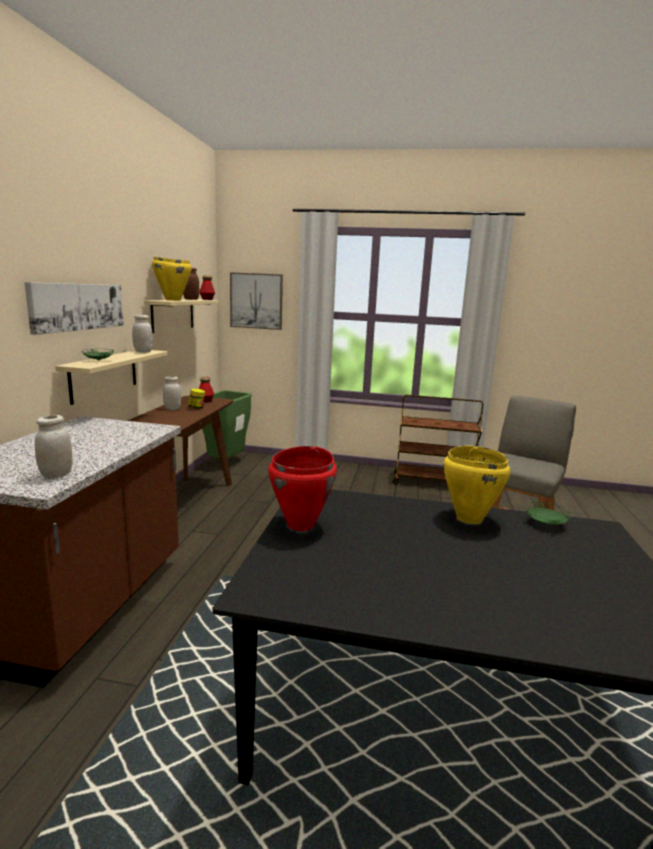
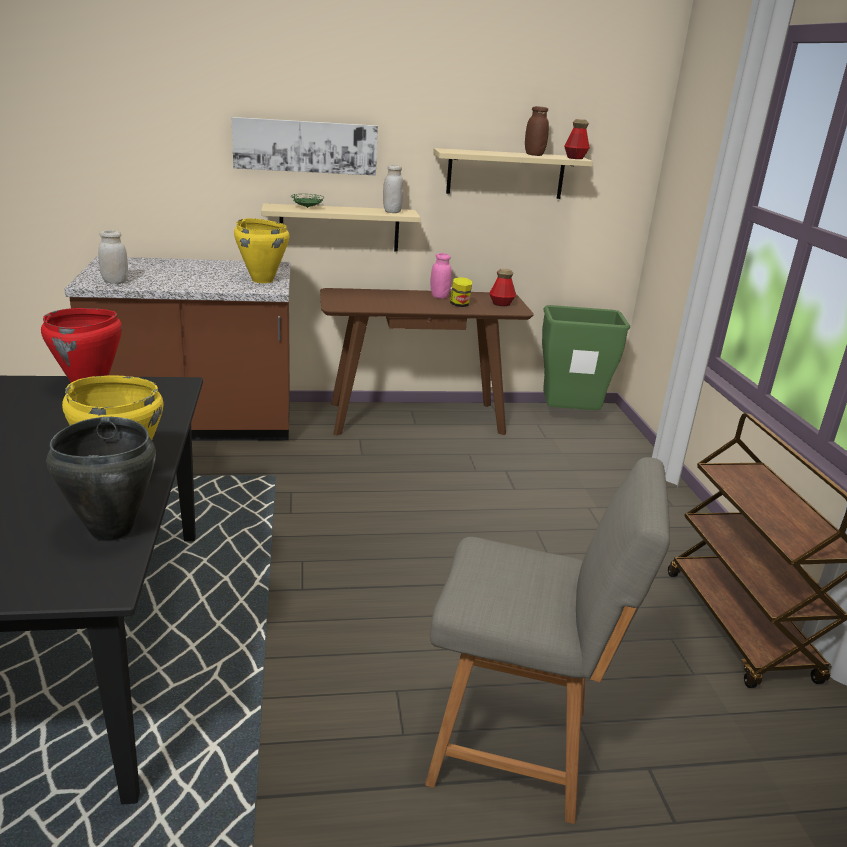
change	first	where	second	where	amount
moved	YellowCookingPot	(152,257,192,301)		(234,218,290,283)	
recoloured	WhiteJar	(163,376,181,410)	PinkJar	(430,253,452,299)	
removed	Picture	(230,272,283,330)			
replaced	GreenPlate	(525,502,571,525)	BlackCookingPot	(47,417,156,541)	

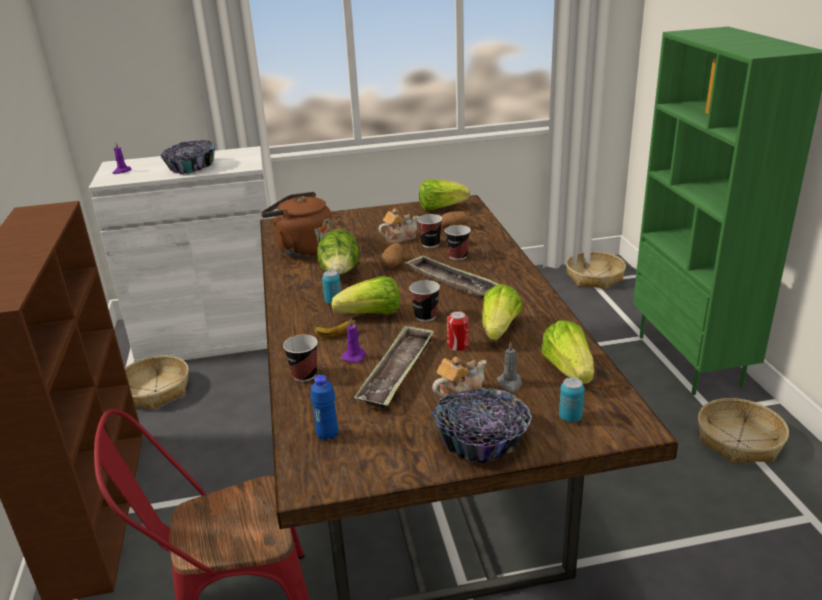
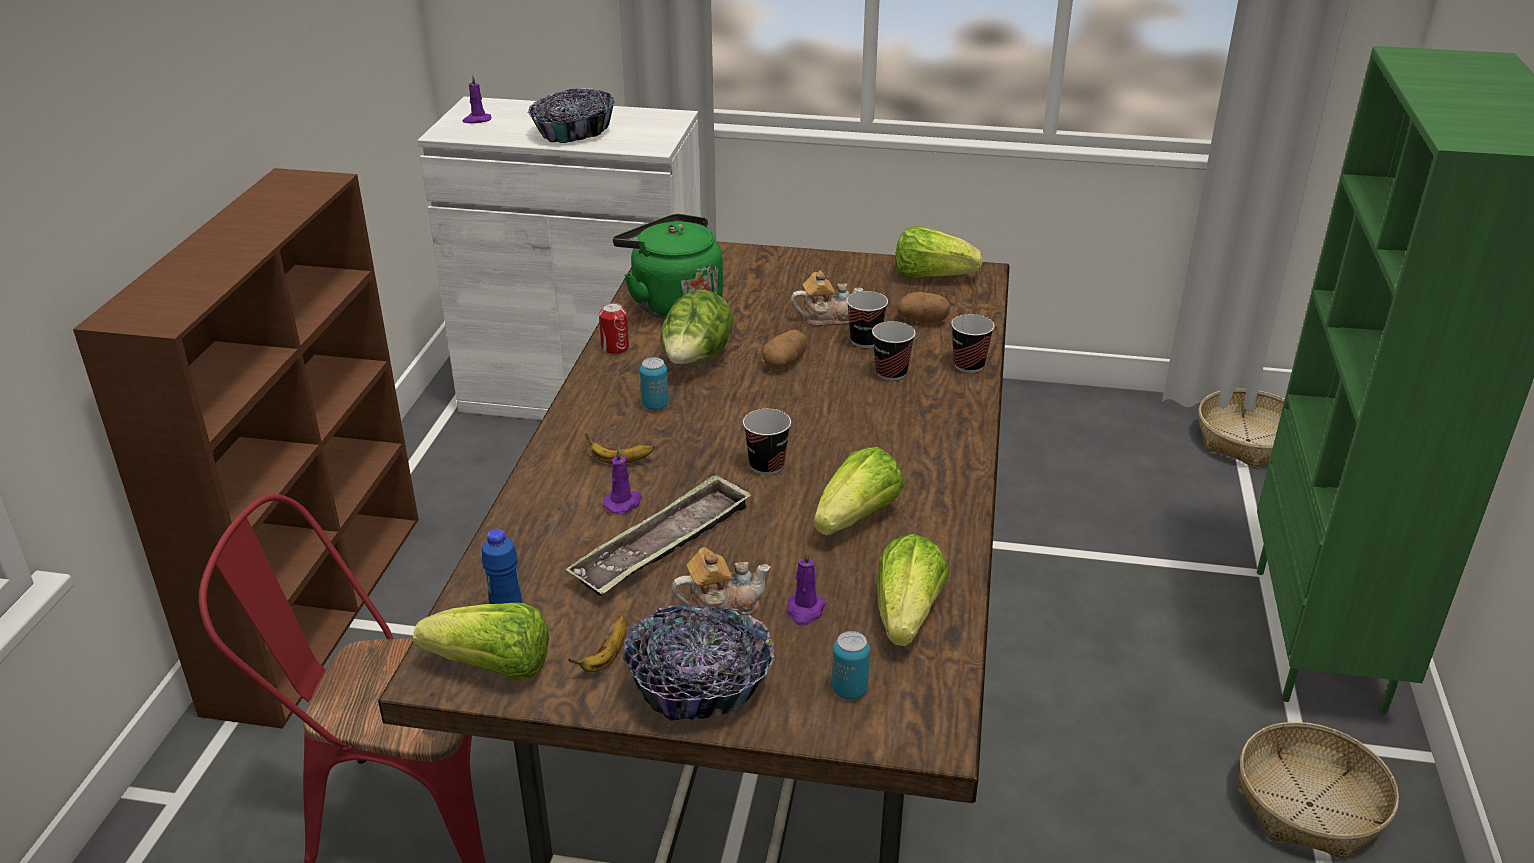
change	first	where	second	where	amount
removed	Basket	(125,355,189,410)			
recoloured	BrownKettle	(261,192,333,257)	GreenKettle	(613,214,723,319)	
moved	Cup	(283,335,318,382)		(951,314,995,373)	
moved	Lettuce	(331,276,400,315)		(413,603,549,679)	
removed	Tray	(404,255,500,298)			
moved	Can	(447,311,469,351)		(599,303,629,355)	
recoloured	GreyCandle	(496,342,522,392)	PurpleCandle	(786,549,826,626)	
added			Banana	(568,615,626,672)	

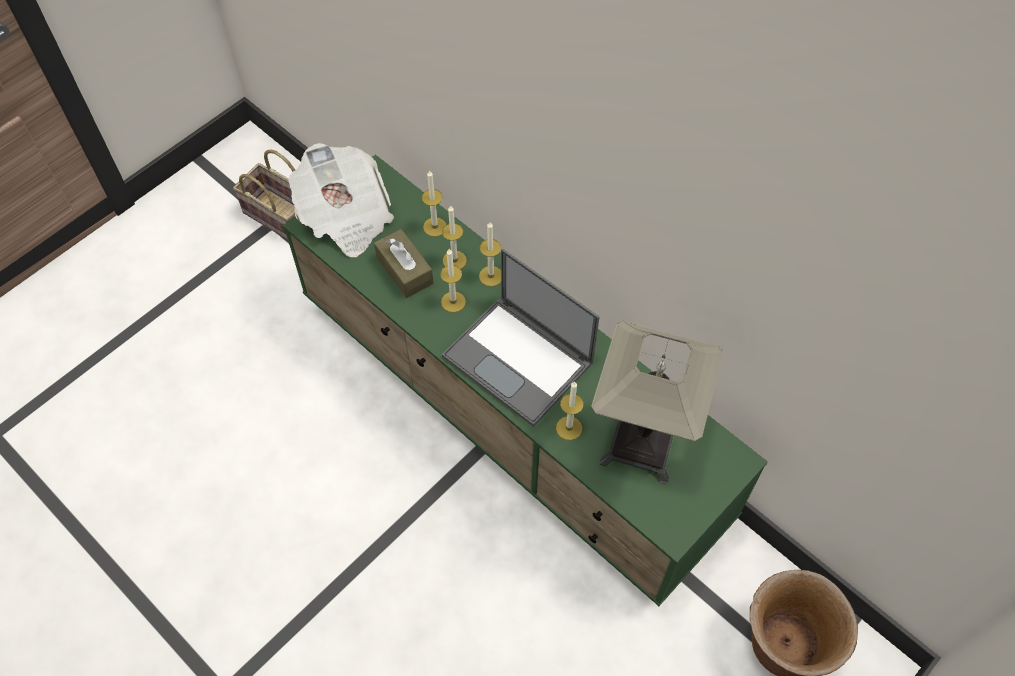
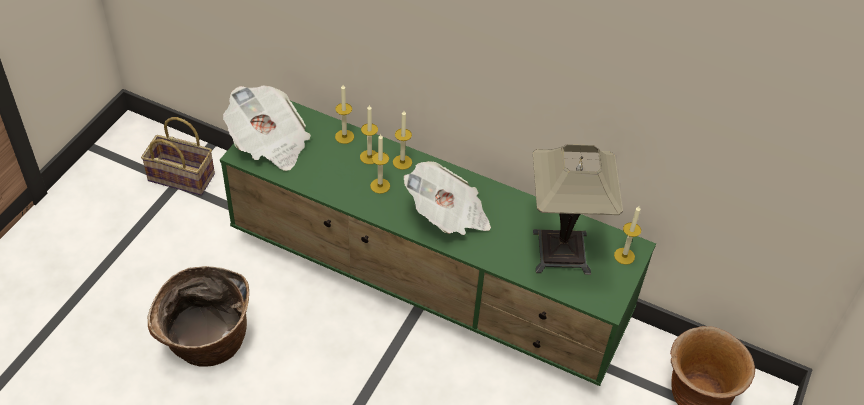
change	first	where	second	where	amount
removed	BrownTissueBox	(374,229,433,298)			
replaced	Laptop	(442,248,600,427)	Newspaper	(404,161,491,235)	
moved	Candle	(556,381,584,440)		(614,206,641,265)	
added			Basket	(147,266,249,367)	

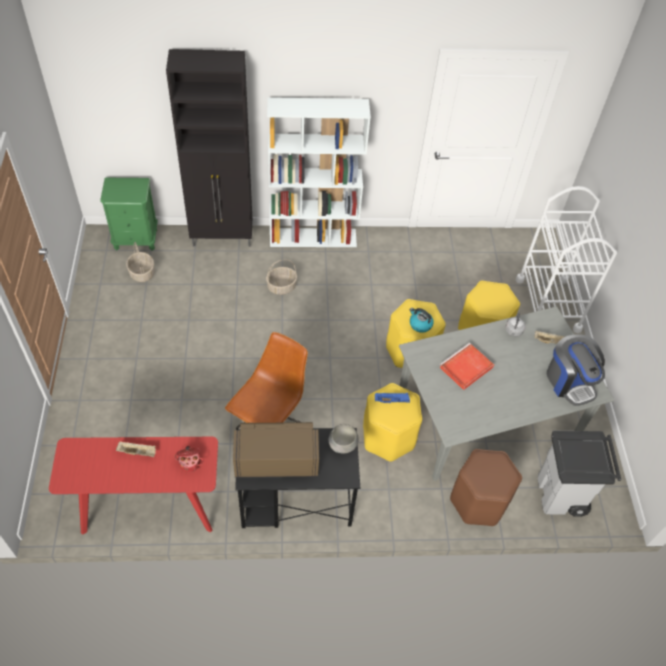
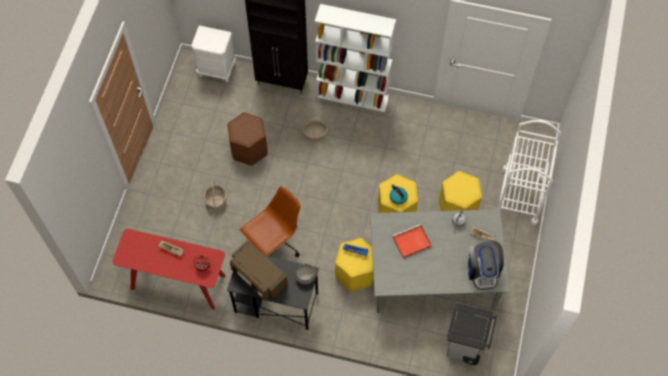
change	first	where	second	where	amount
recoloured	GreenNightstand	(100,178,158,251)	WhiteNightstand	(191,25,236,83)	
moved	Basket	(126,242,155,282)		(204,181,226,211)	
turned	BrownMicrowave	(233,422,319,478)		(230,240,288,301)	150 degrees counterclockwise
moved	BrownStool	(450,449,522,526)		(227,112,268,166)	

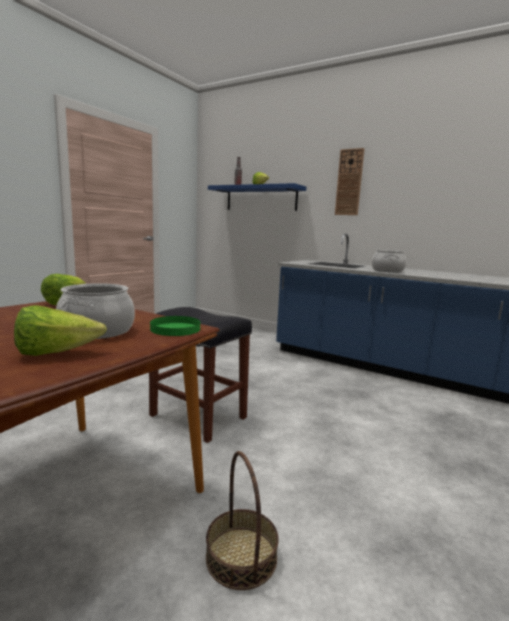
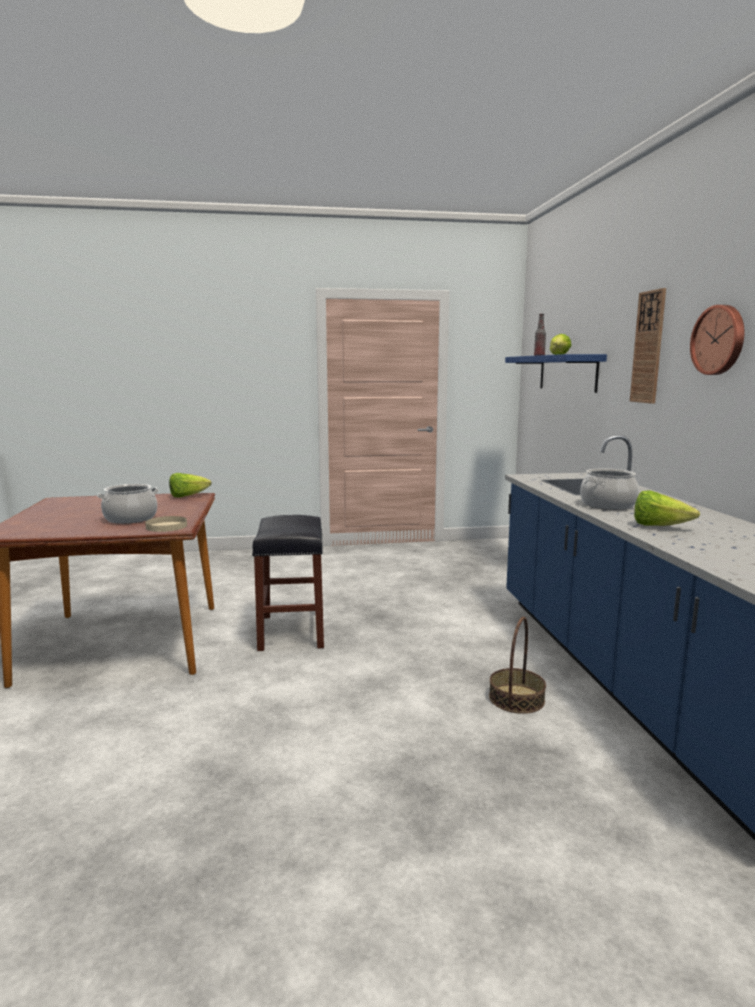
change	first	where	second	where	amount
moved	Lettuce	(14,305,107,356)		(634,490,700,526)	
recoloured	GreenPlate	(150,316,200,336)	BeigePlate	(145,516,187,532)	
moved	Basket	(206,451,279,590)		(489,617,546,714)	
added			WallClock	(690,305,744,375)	

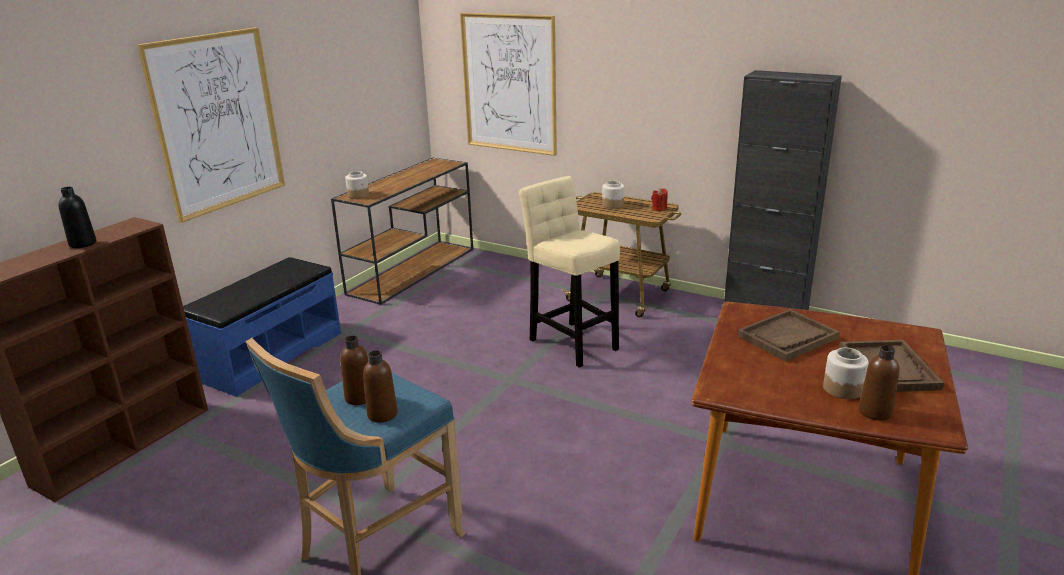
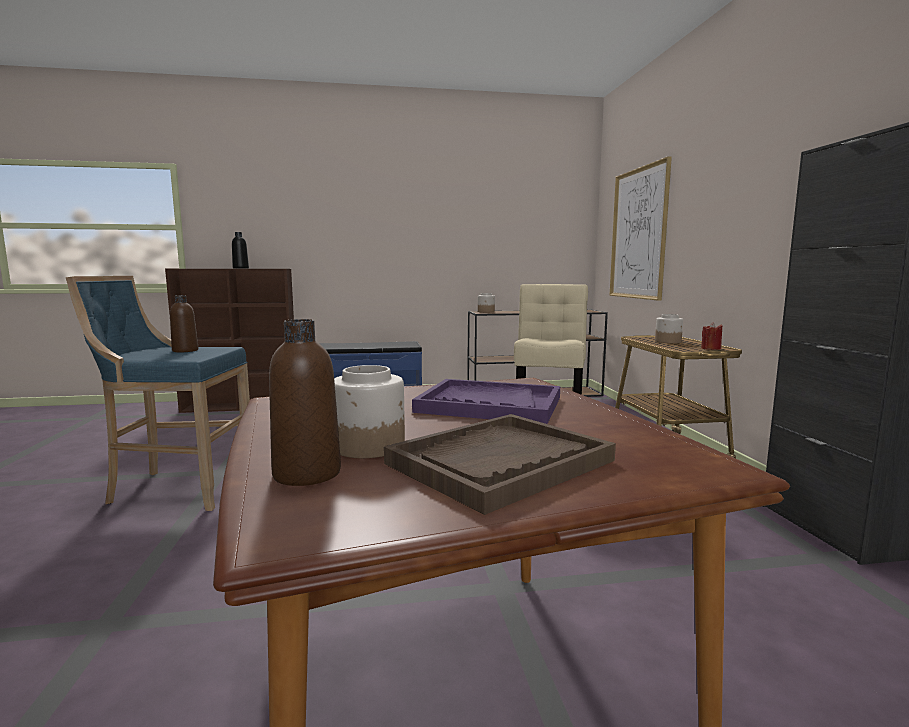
change	first	where	second	where	amount
removed	Picture	(137,27,285,223)			
removed	BrownBottle	(363,350,398,423)			
recoloured	BrownTray	(737,309,840,362)	PurpleTray	(412,379,560,424)	

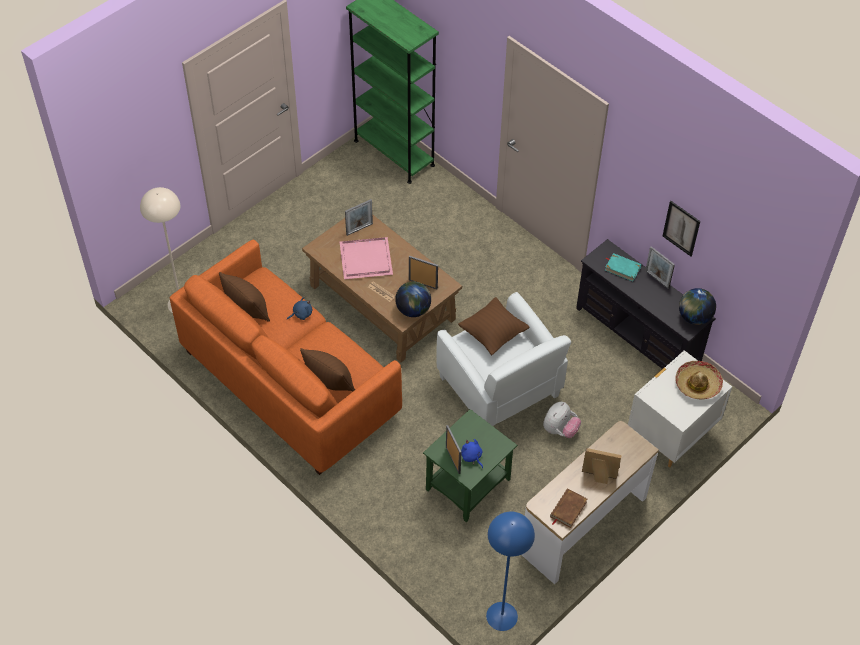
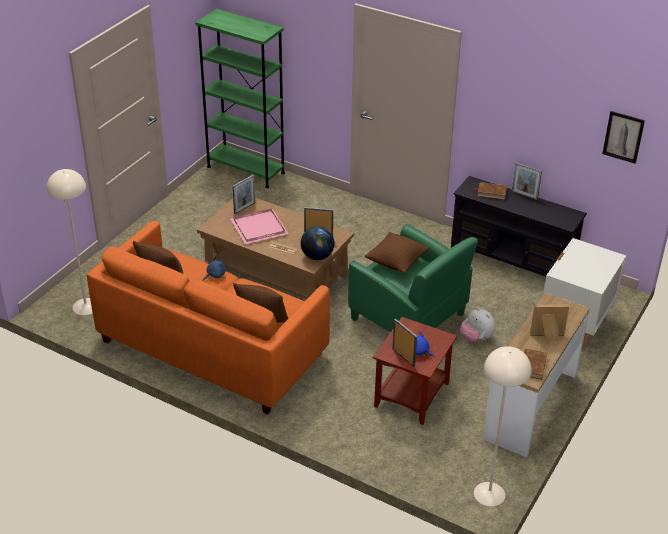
change	first	where	second	where	amount
recoloured	GreenSideTable	(423,409,517,522)	BrownSideTable	(373,317,457,425)	
recoloured	WhiteArmchair	(436,292,571,426)	GreenArmchair	(348,224,478,332)	
recoloured	BlueFloorLamp	(486,512,535,631)	BeigeFloorLamp	(474,346,532,506)	
turned	PlushToy	(543,402,581,438)		(460,307,496,342)	120 degrees clockwise
recoloured	TurquoiseBook	(605,253,642,282)	BrownBook	(474,182,507,200)	
moved	Picture	(663,201,700,256)		(602,111,645,164)	
removed	Hat	(676,361,723,400)			
removed	Globe	(679,288,716,325)			

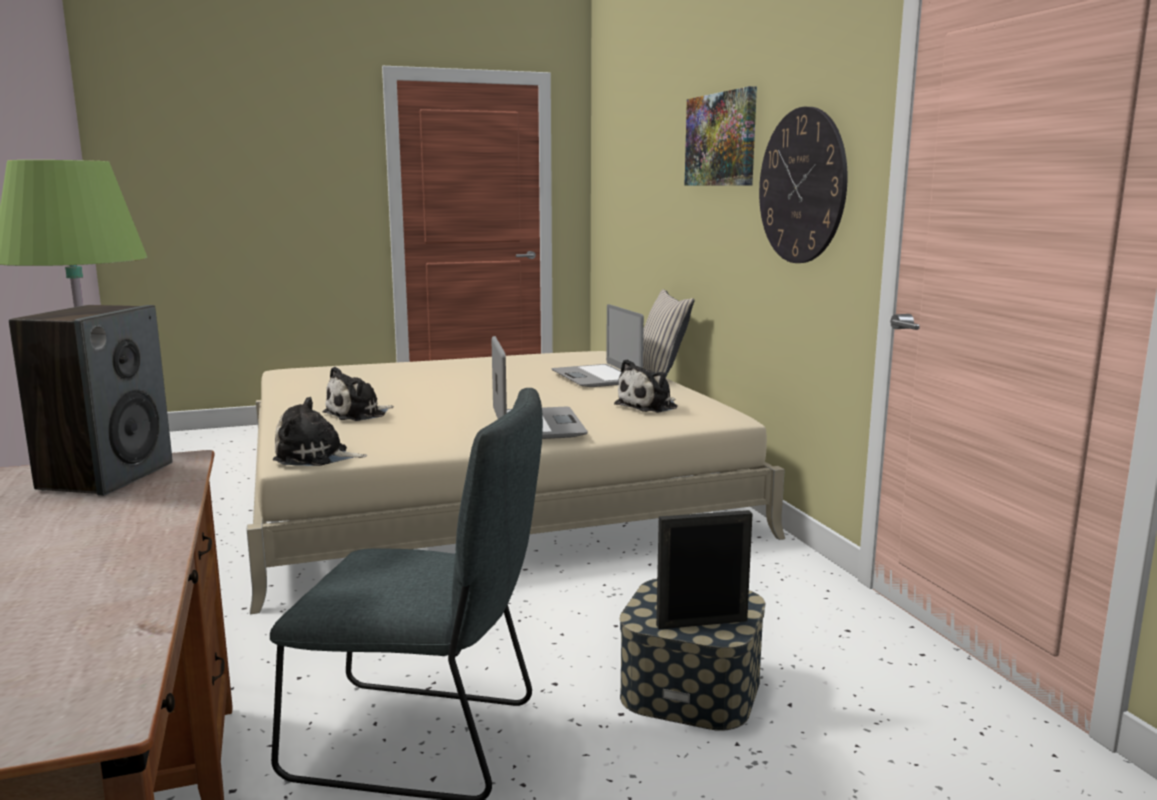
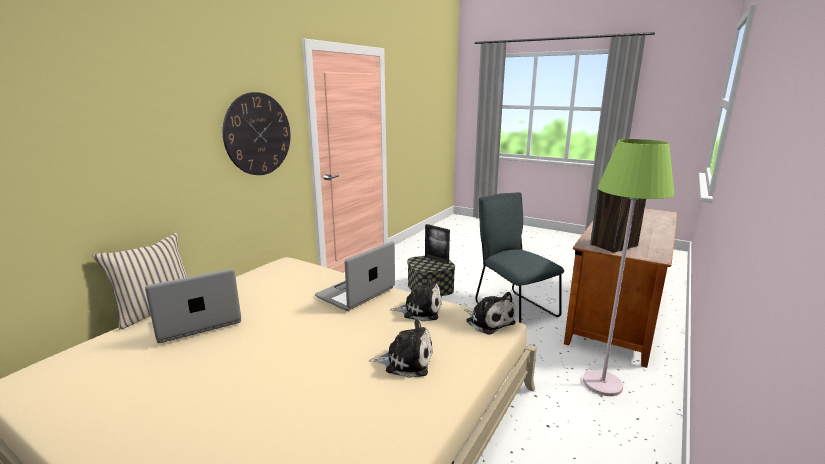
change	first	where	second	where	amount
turned	Laptop	(552,304,644,387)		(145,269,241,343)	150 degrees counterclockwise
moved	PlushToy	(614,359,678,413)		(390,277,442,321)	
removed	Picture	(684,86,757,186)			

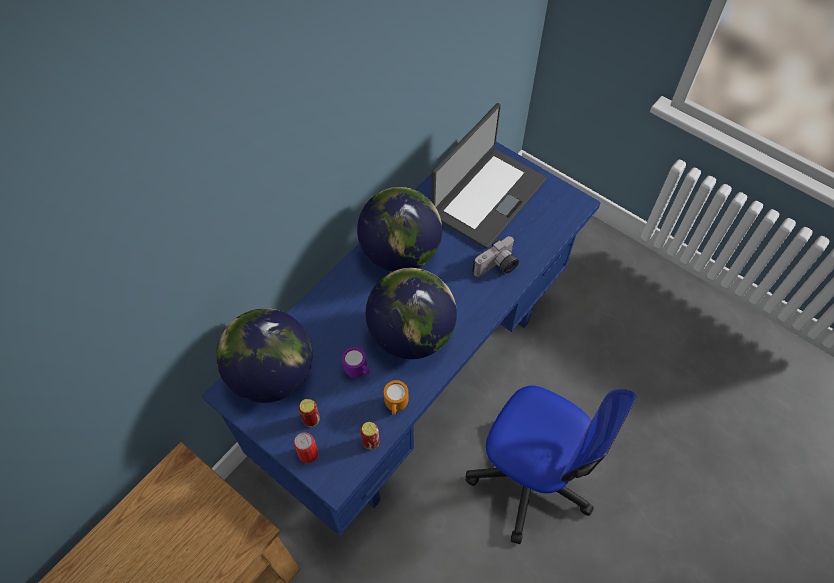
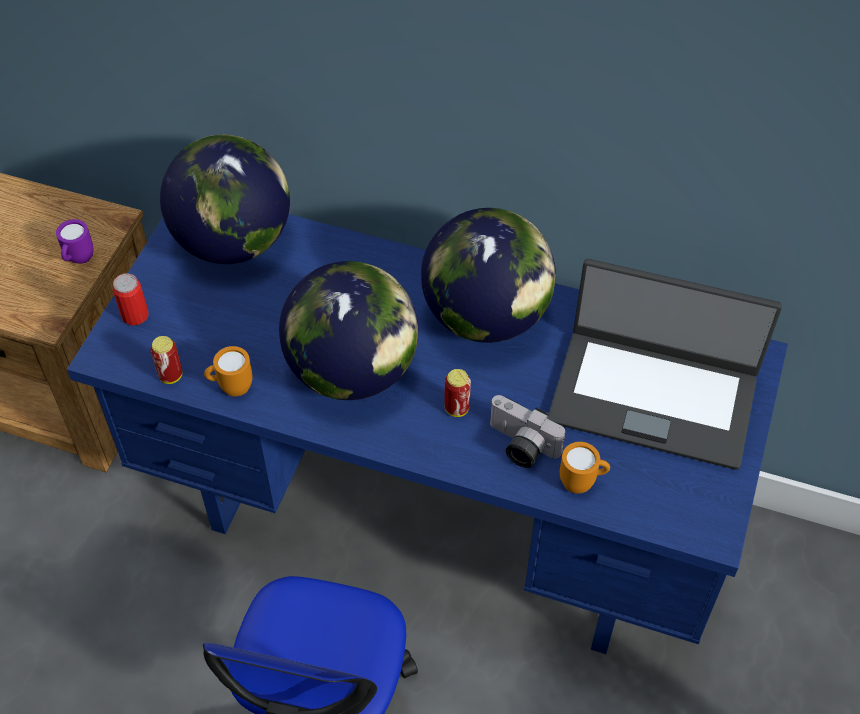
change	first	where	second	where	amount
moved	Can	(298,399,320,427)		(444,369,471,417)	
moved	PurpleMug	(342,347,370,378)		(56,219,93,264)	
added			OrangeMug	(560,442,610,493)	

